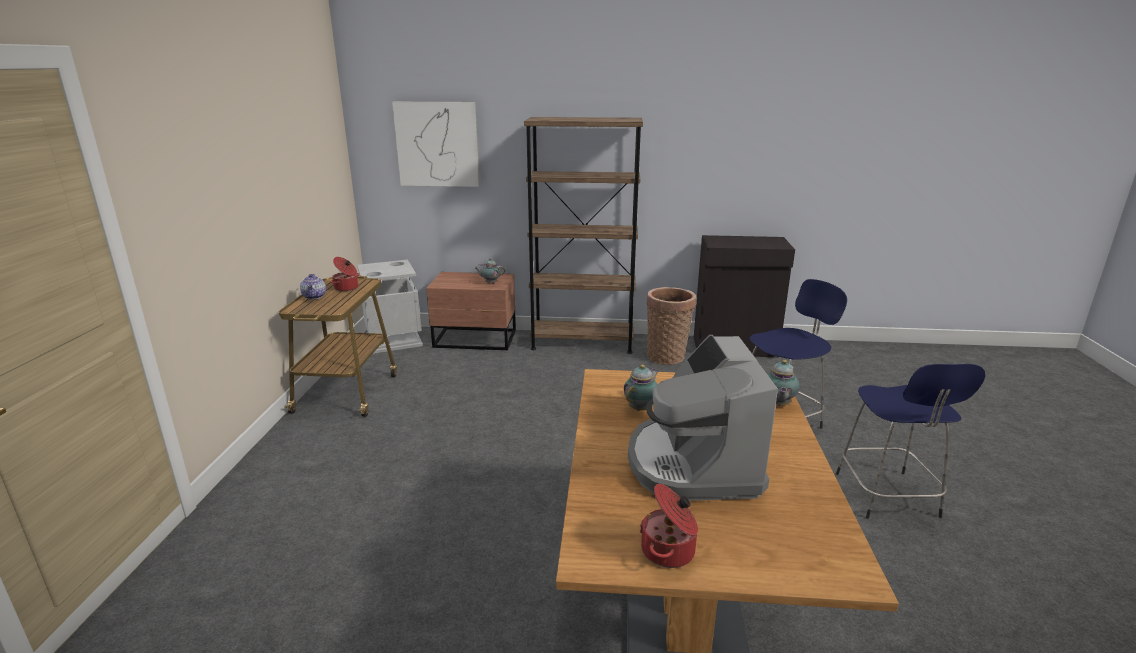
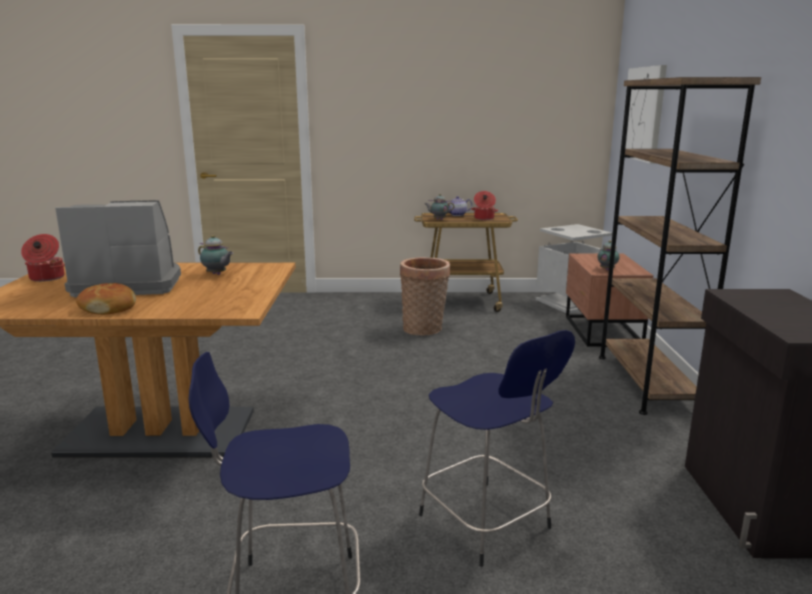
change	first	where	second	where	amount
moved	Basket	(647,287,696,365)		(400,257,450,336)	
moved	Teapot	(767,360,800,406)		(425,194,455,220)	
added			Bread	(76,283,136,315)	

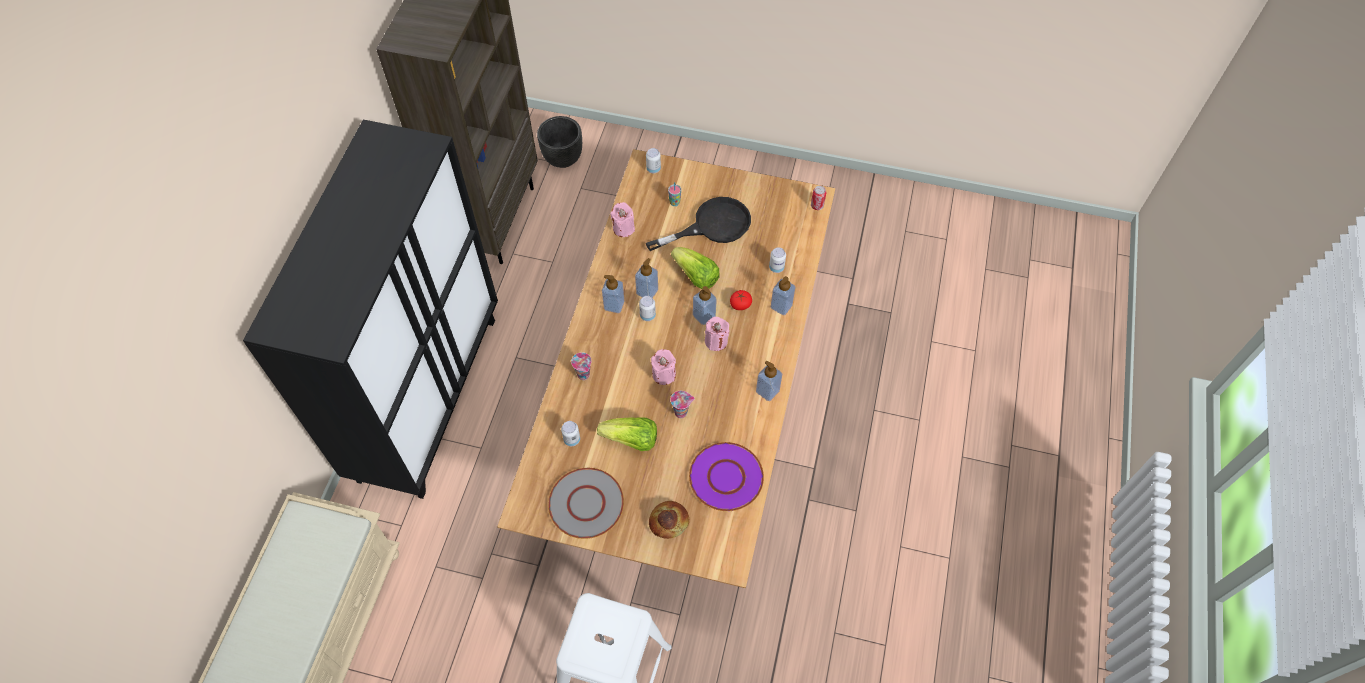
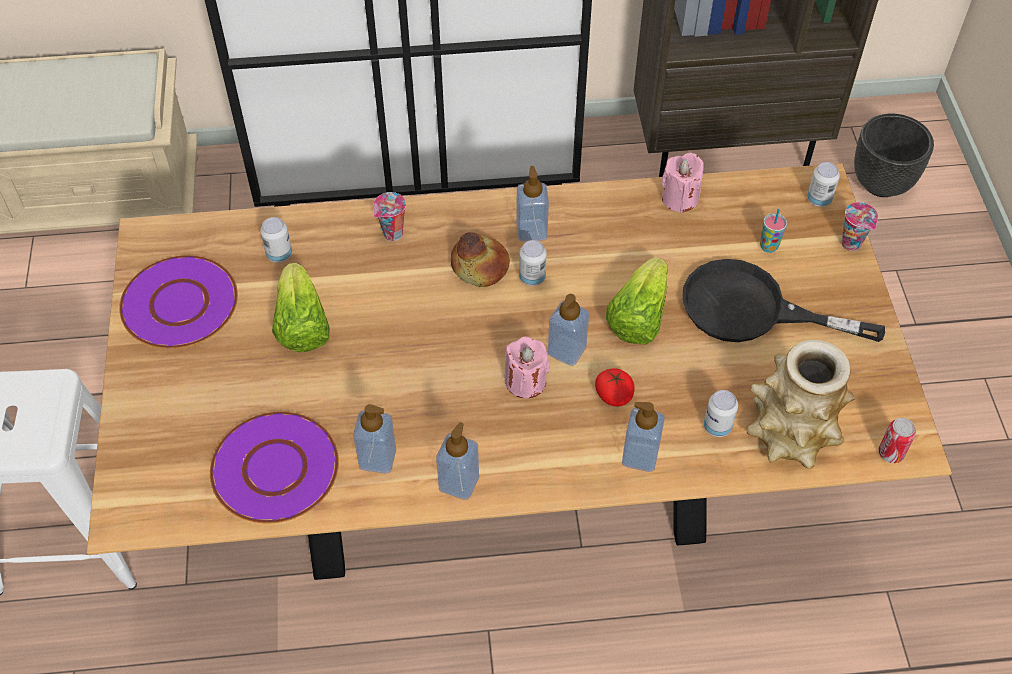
change	first	where	second	where	amount
recoloured	GreyPlate	(548,468,624,539)	PurplePlate	(119,255,238,349)	
moved	SoapDispenser	(635,258,658,298)		(353,404,396,474)	
turned	BlackFryingPan	(646,197,751,251)		(682,259,885,342)	150 degrees clockwise
moved	Bread	(649,501,689,539)		(451,232,510,287)	
removed	PinkCandle	(651,349,676,385)			
moved	Cup	(671,391,695,418)		(842,202,878,251)	
added			Vase	(746,340,855,469)	

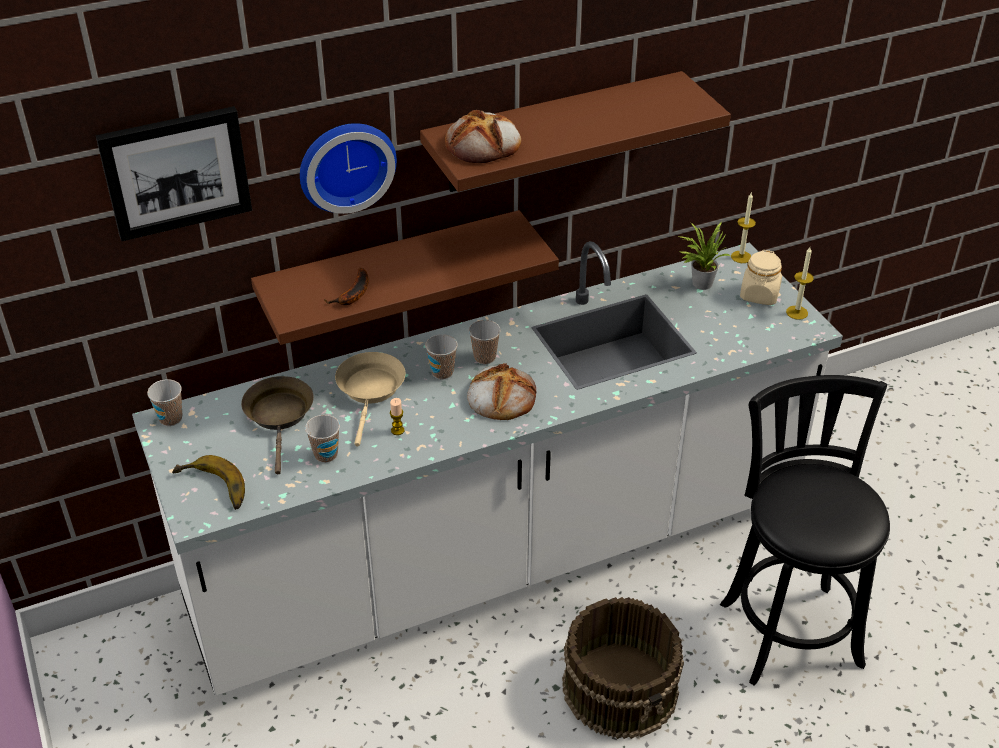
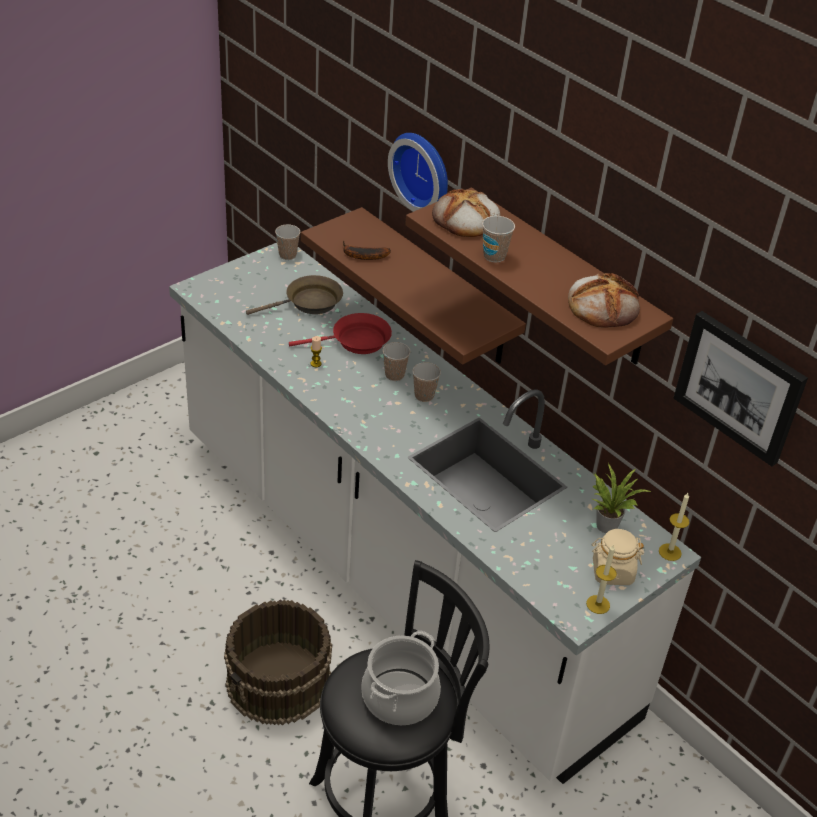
change	first	where	second	where	amount
moved	Picture	(96,106,252,241)		(673,311,808,467)	
removed	Banana	(172,455,245,510)			
moved	Cup	(305,415,340,463)		(482,216,515,263)	
recoloured	BeigeFryingPan	(335,352,405,446)	RedFryingPan	(289,313,392,354)	
moved	Bread	(467,363,536,420)		(568,273,640,328)	
added			CookingPot	(362,631,441,725)	

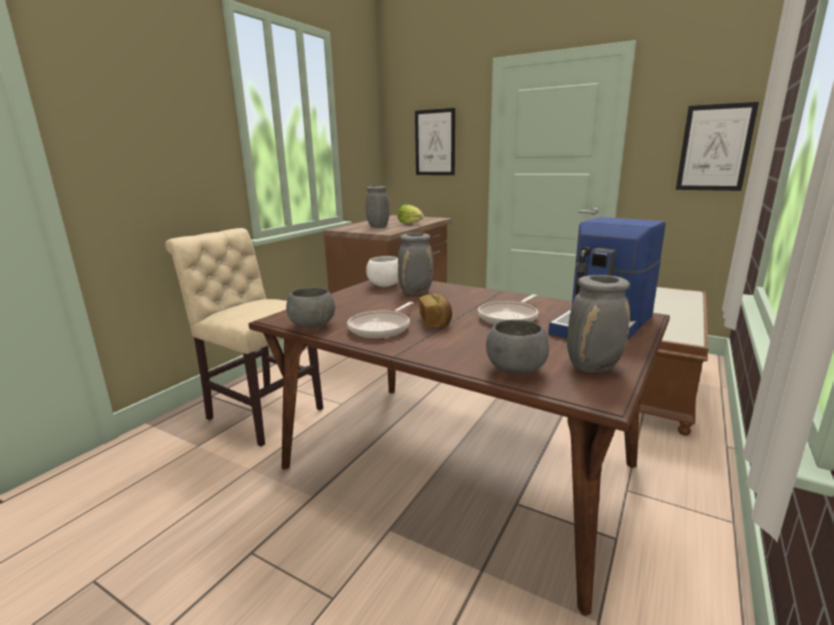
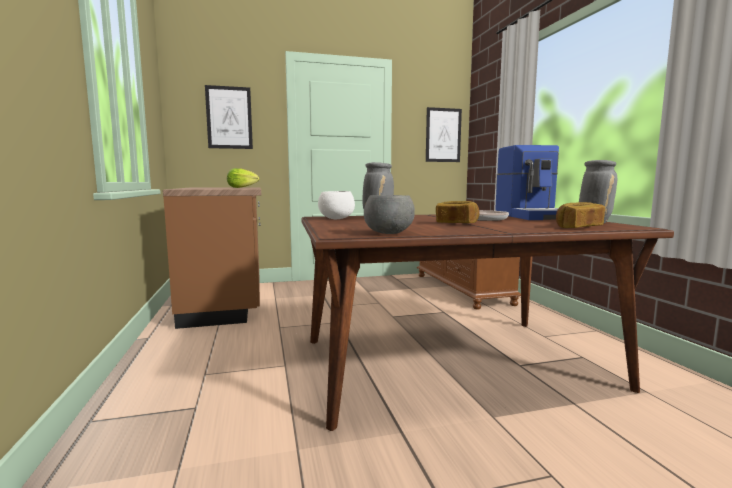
change	first	where	second	where	amount
removed	BeigeChair	(165,228,323,447)			
removed	FryingPan	(347,302,413,338)			
removed	GreyVase	(365,186,389,227)			
replaced	GreyBowl	(486,319,549,374)	Bread	(556,202,605,228)	

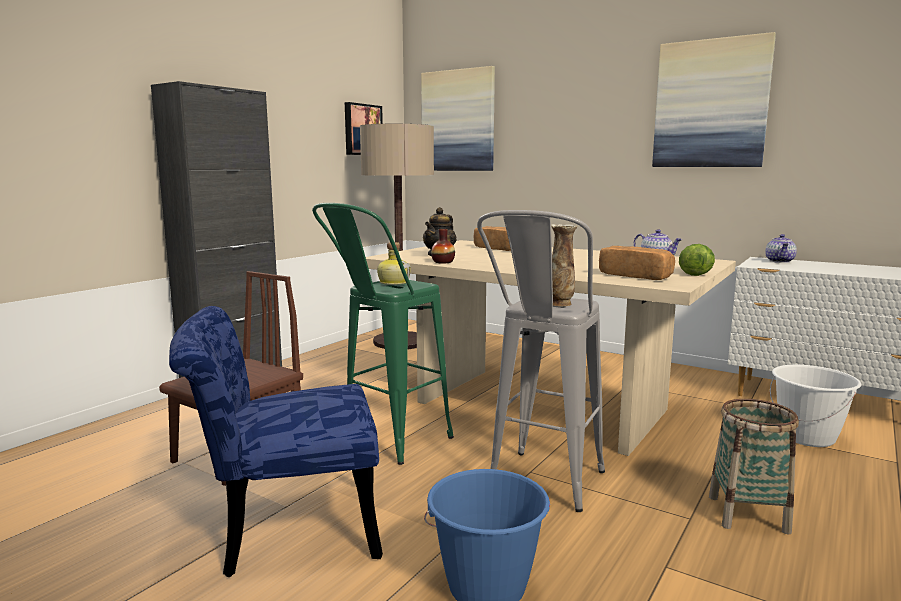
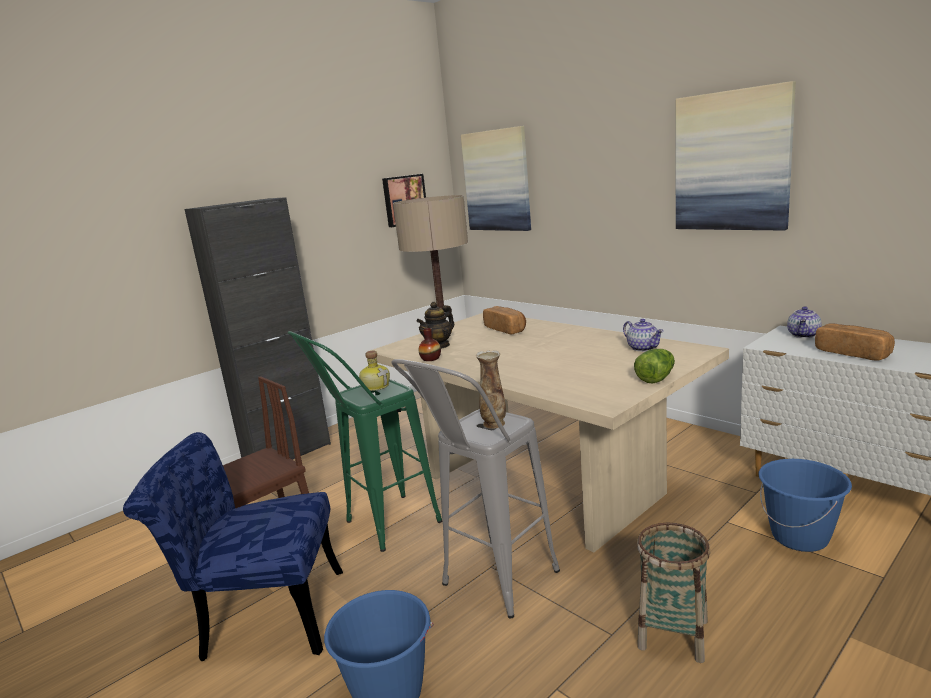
change	first	where	second	where	amount
moved	Bread	(599,246,675,280)		(815,323,895,361)	
recoloured	WhiteBucket	(770,365,861,447)	BlueBucket	(758,459,852,552)	

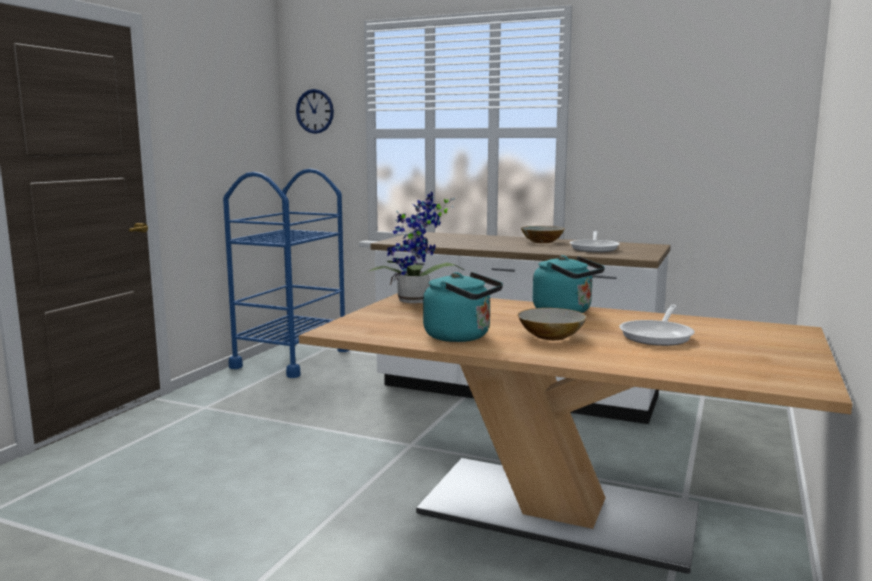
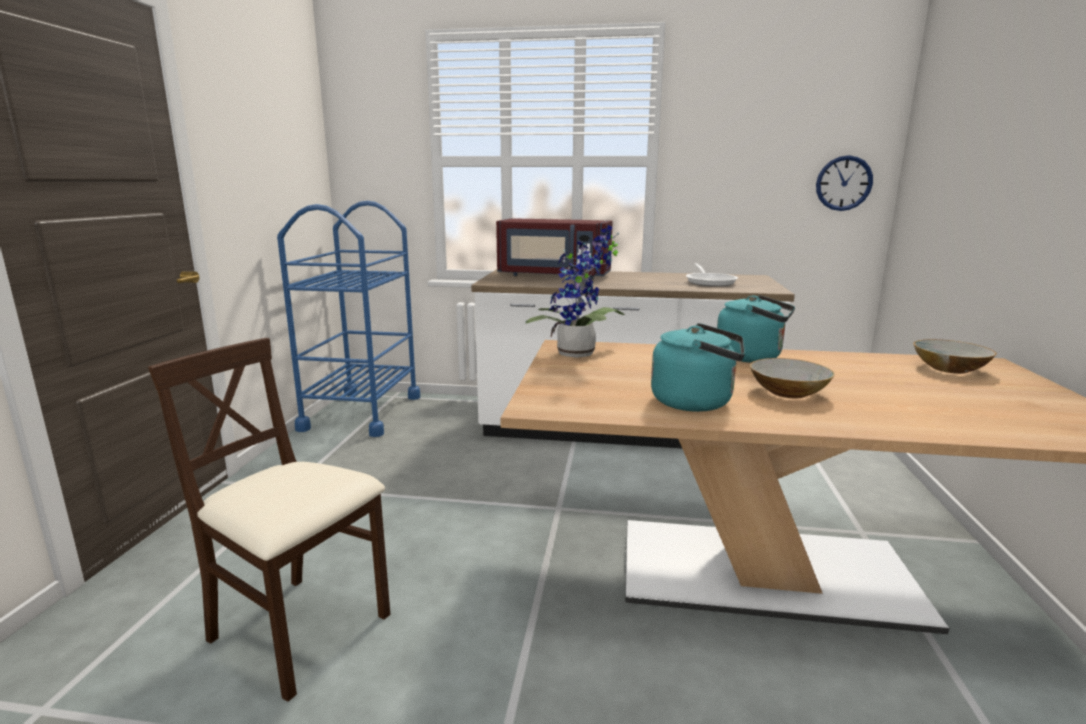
change	first	where	second	where	amount
moved	WallClock	(296,89,334,134)		(816,155,873,211)	
moved	Bowl	(521,226,565,243)		(913,339,997,374)	
removed	FryingPan	(619,305,695,346)			
added			BeigeChair	(148,338,390,702)	
added			RedMicrowave	(496,219,613,280)	

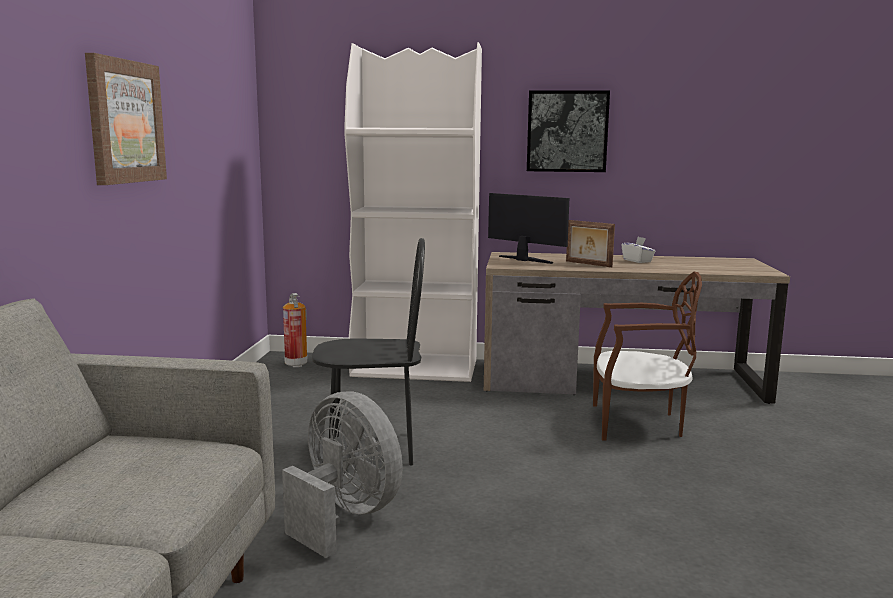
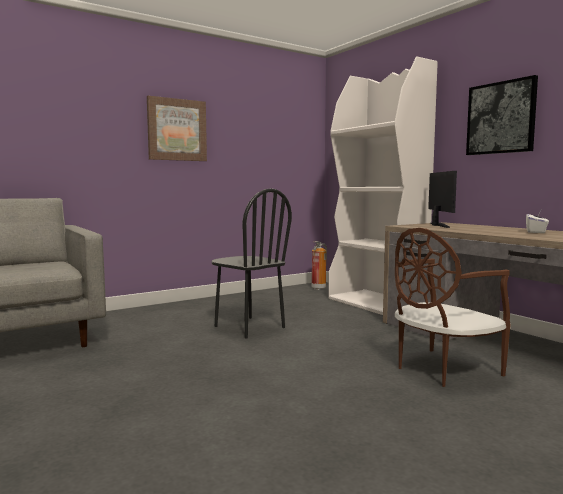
change	first	where	second	where	amount
removed	GreyFan	(282,392,403,558)			
removed	PictureFrame	(566,220,615,267)			
turned	BrownChair	(593,272,702,441)		(395,228,511,387)	90 degrees clockwise

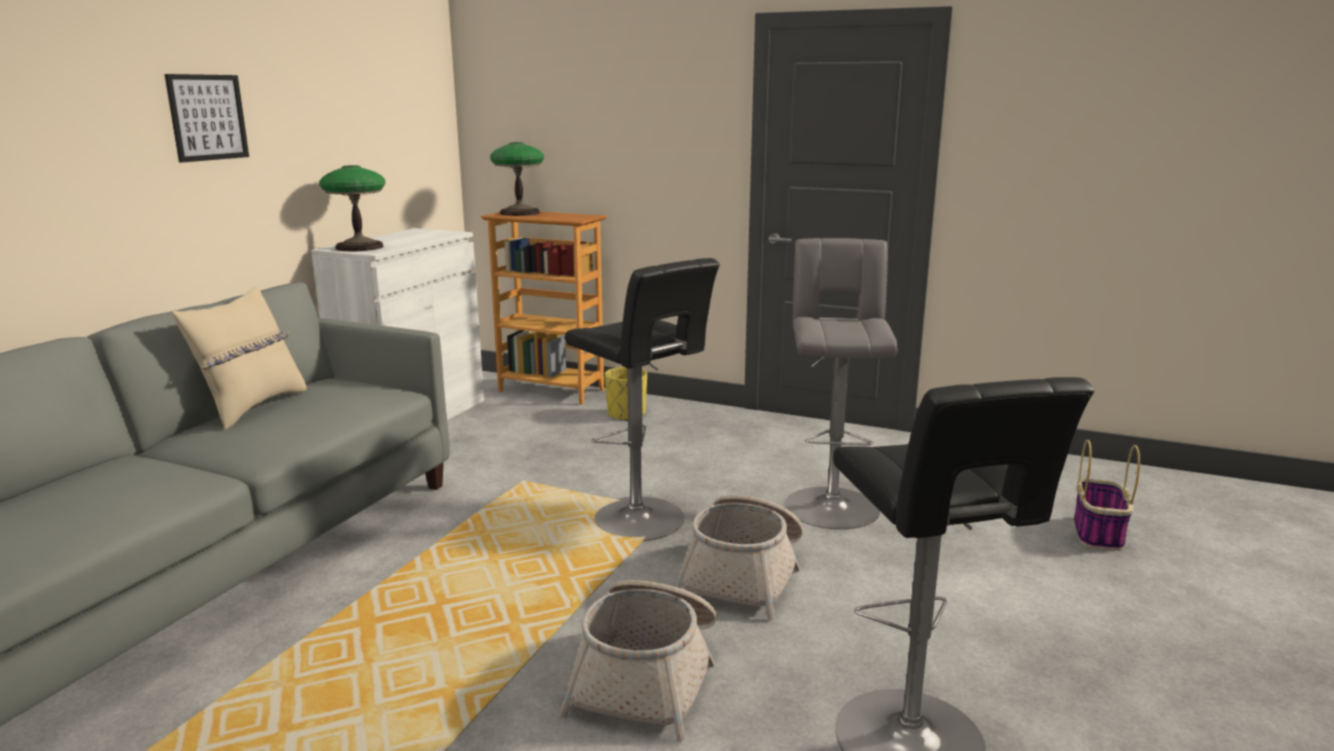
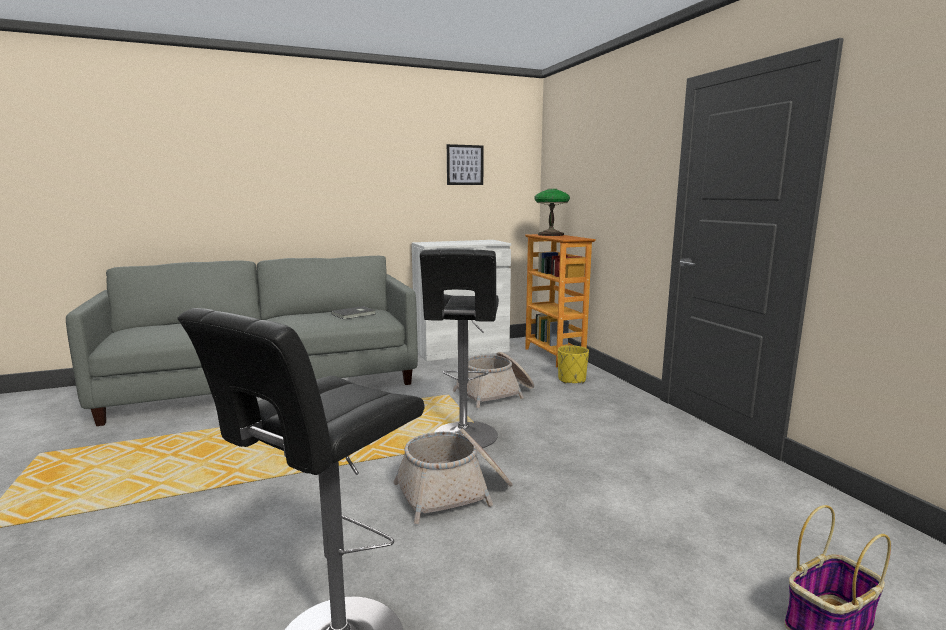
change	first	where	second	where	amount
moved	Picture	(164,74,249,163)		(447,144,484,185)	
removed	BeigePillow	(172,287,307,430)			
removed	TableLamp	(319,165,386,251)			
moved	Basket	(559,580,717,741)		(452,352,534,408)	
removed	GreyStool	(785,238,897,529)			
added			GreyBook	(331,306,376,319)	

